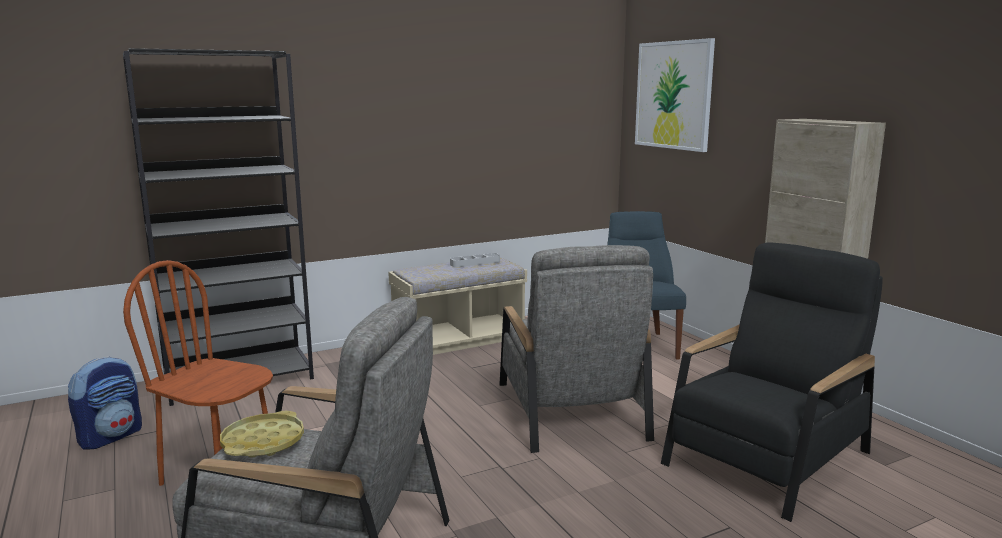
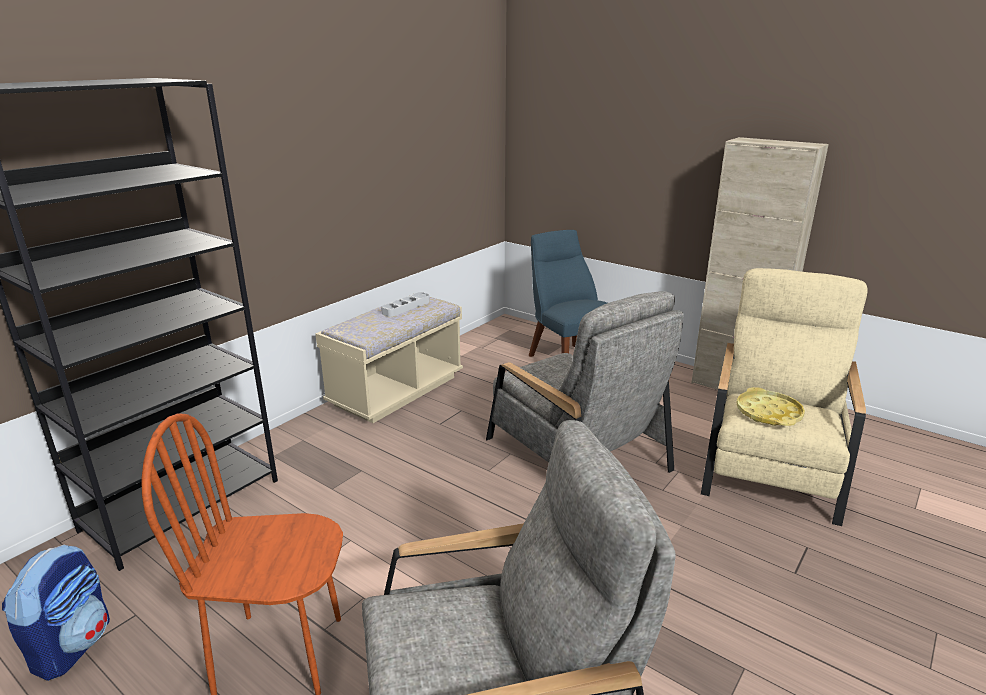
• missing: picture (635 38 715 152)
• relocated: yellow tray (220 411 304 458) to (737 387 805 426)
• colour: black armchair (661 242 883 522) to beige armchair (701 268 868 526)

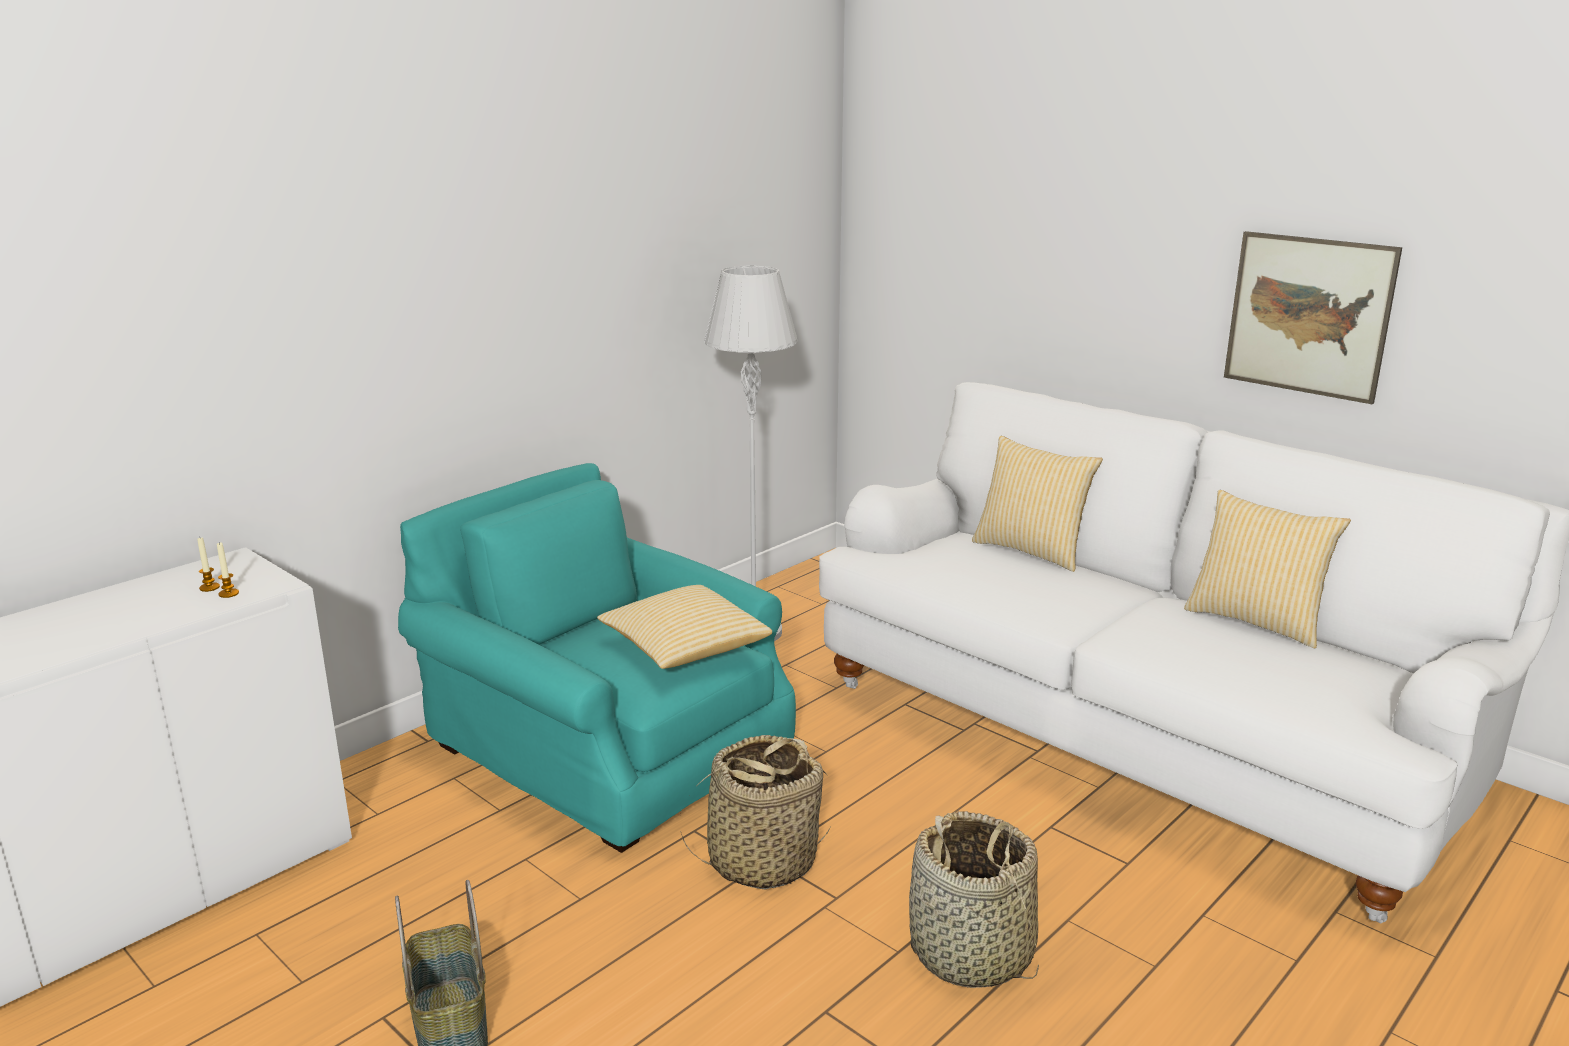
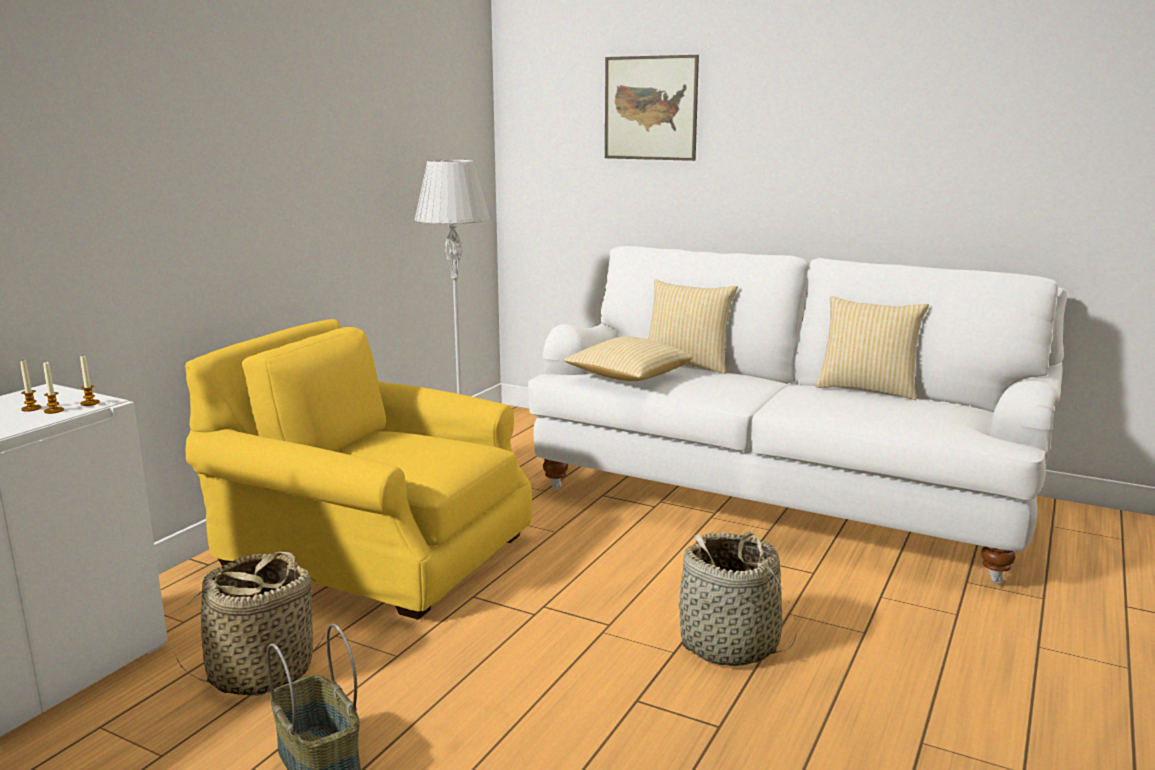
• appeared: candle (80 354 99 406)
• relocated: pillow (597 585 772 669) to (564 336 692 381)
• relocated: basket (680 735 832 889) to (173 552 326 696)
• relocated: picture (1224 231 1402 404) to (605 55 699 161)
• colour: turquoise armchair (398 463 796 853) to yellow armchair (185 319 532 619)

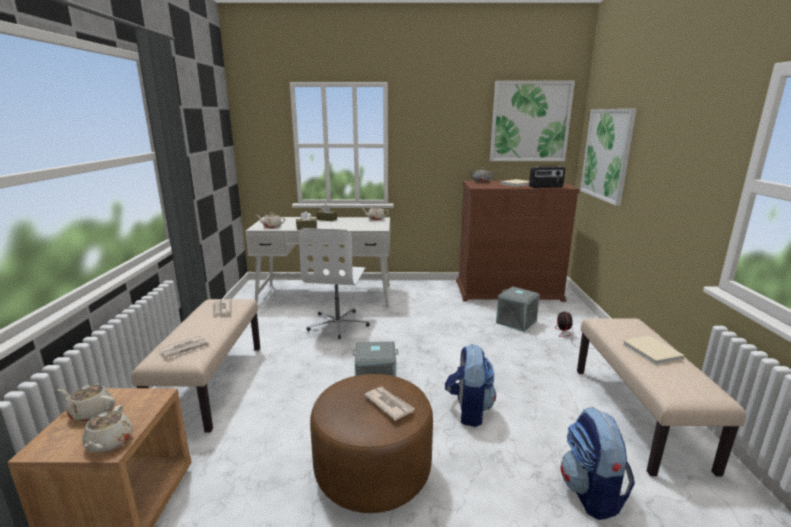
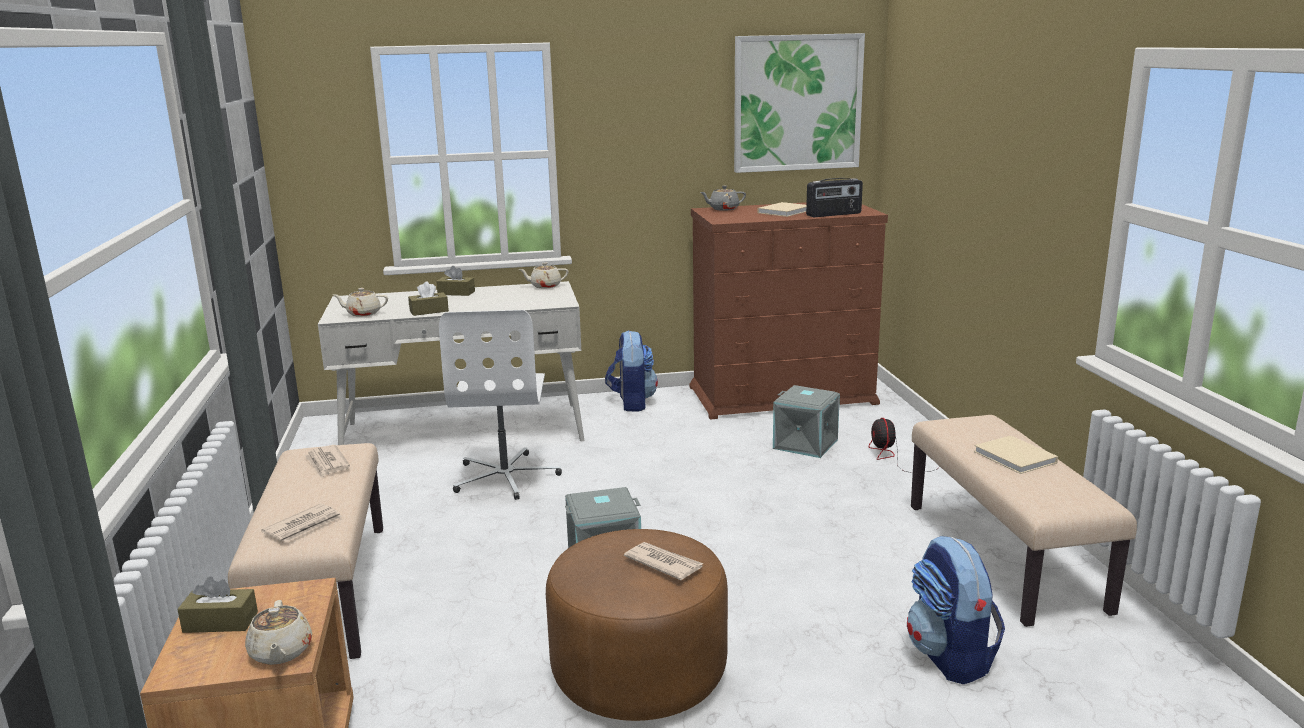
• missing: picture (580 109 637 206)
• relocated: backpack (445 344 496 427) to (605 330 658 412)
• exchanged: beige teapot (58 385 115 422) to brown tissue box (177 576 258 633)

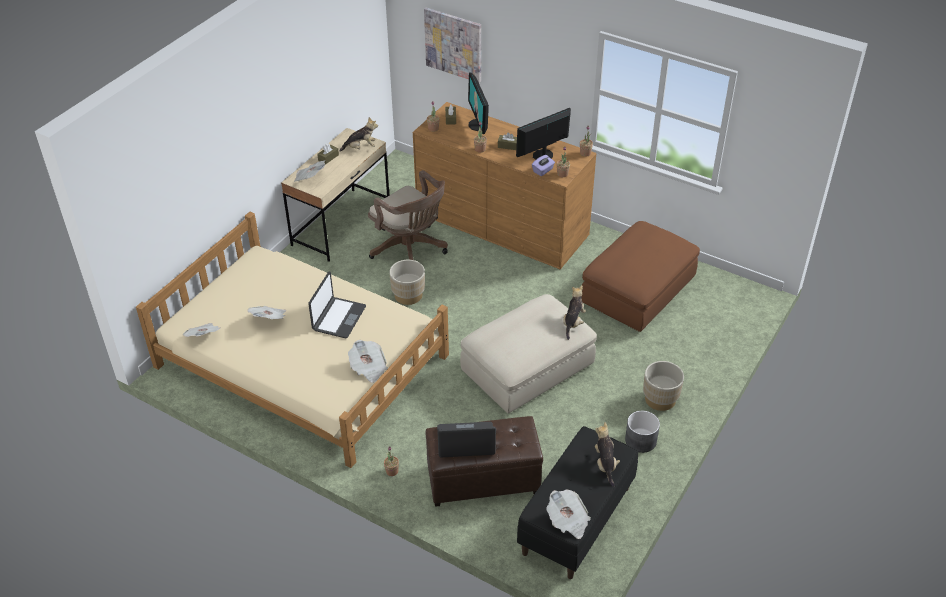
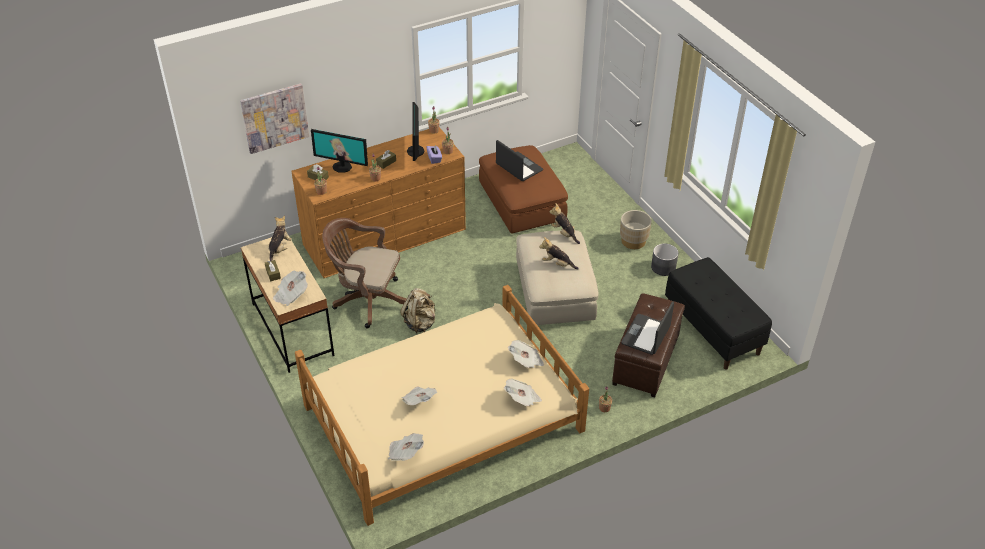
• relocated: laptop (308 271 366 338) to (496 140 543 181)
• relocated: newspaper (546 490 591 539) to (504 379 542 407)
• relocated: plush toy (595 422 620 487) to (539 237 579 269)
• exchanged: beige planter (389 260 425 305) to beige backpack (400 288 435 334)
• spun: brown office chair (368 170 448 260) = (322 218 408 329) 150 degrees counterclockwise

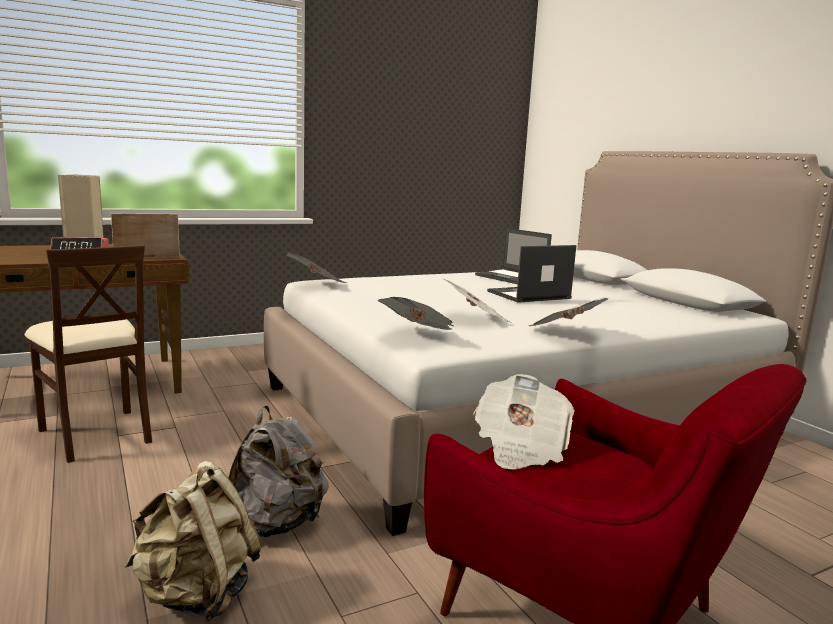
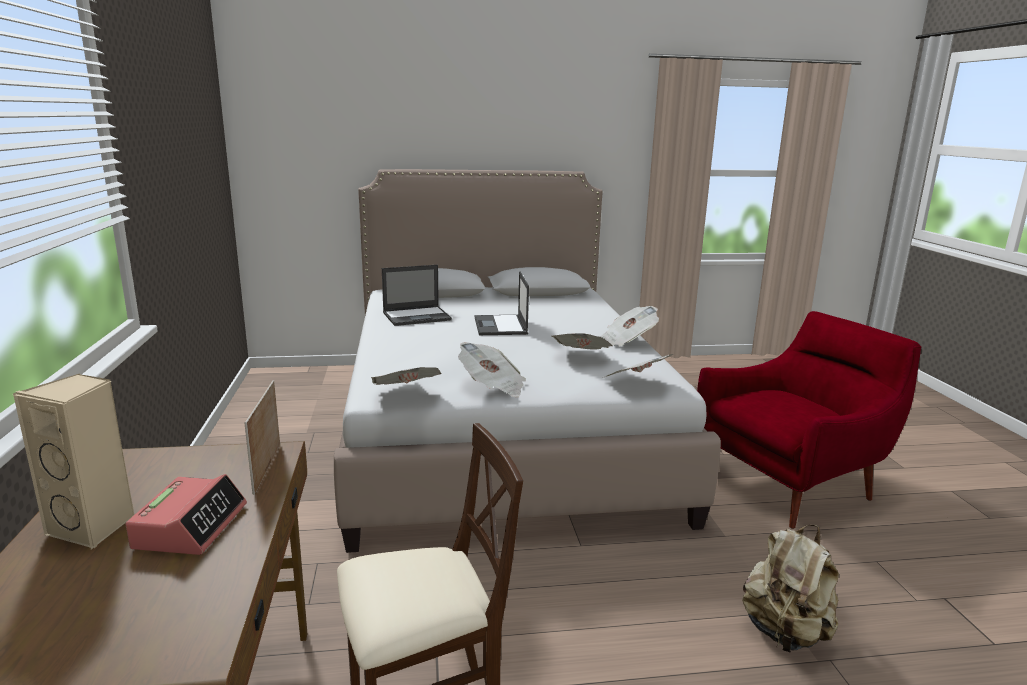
• missing: grey backpack (229 405 329 537)
• relocated: newspaper (474 374 574 469) to (458 342 526 397)

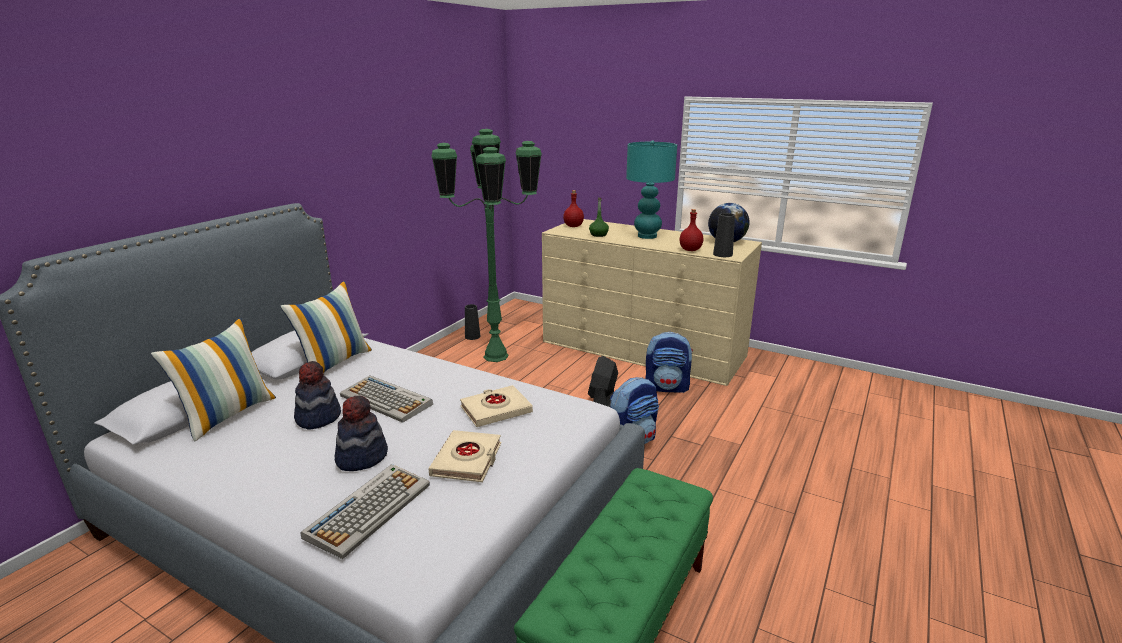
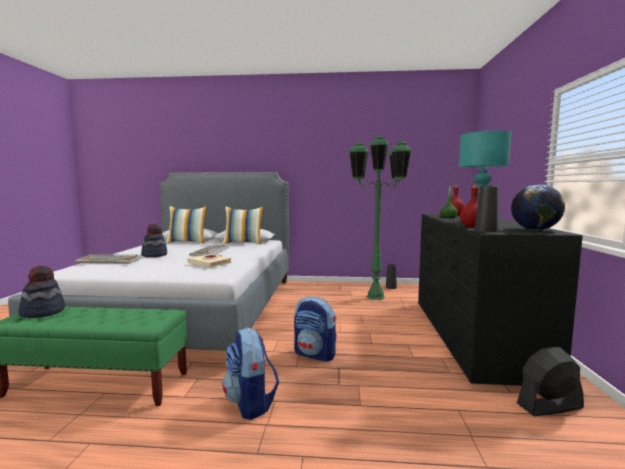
• missing: beige book (428 430 502 482)
• relocated: hat (294 361 341 429) to (18 266 65 318)
• relocated: black fan (588 356 618 407) to (517 347 584 416)
• relocated: backpack (645 332 693 393) to (222 328 279 420)
• colour: beige dresser (542 219 762 386) to black dresser (418 214 583 386)

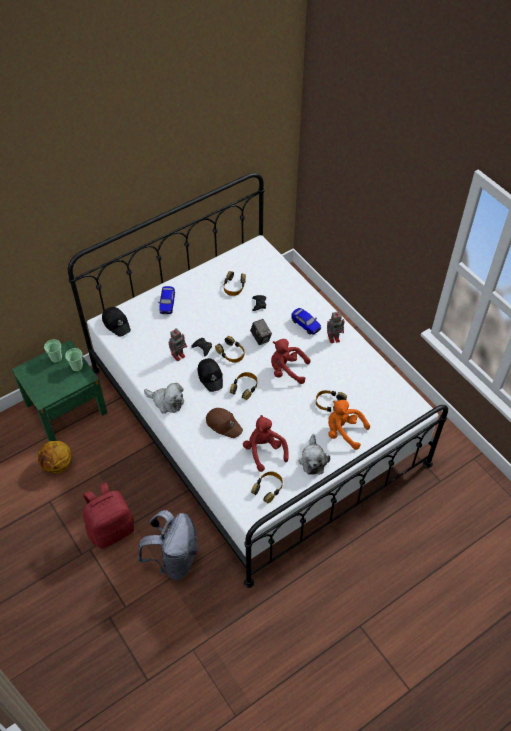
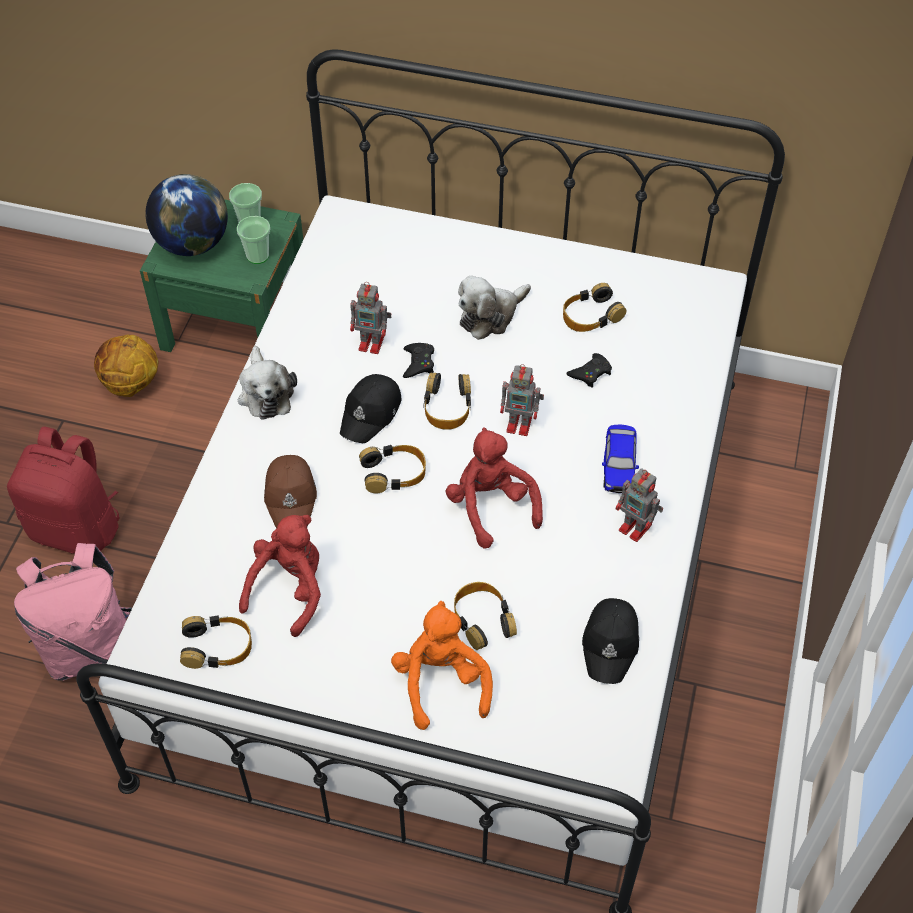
• missing: toy car (158 286 175 314)
• appeared: globe (145 174 228 256)
• relocated: black cap (102 307 131 337) to (582 598 639 684)
• relocated: plush toy (298 434 330 475) to (458 275 531 340)
• exchanged: photo camera (250 319 272 345) to toy robot (500 364 544 436)
• colour: grey backpack (138 510 198 580) to pink backpack (14 543 132 681)

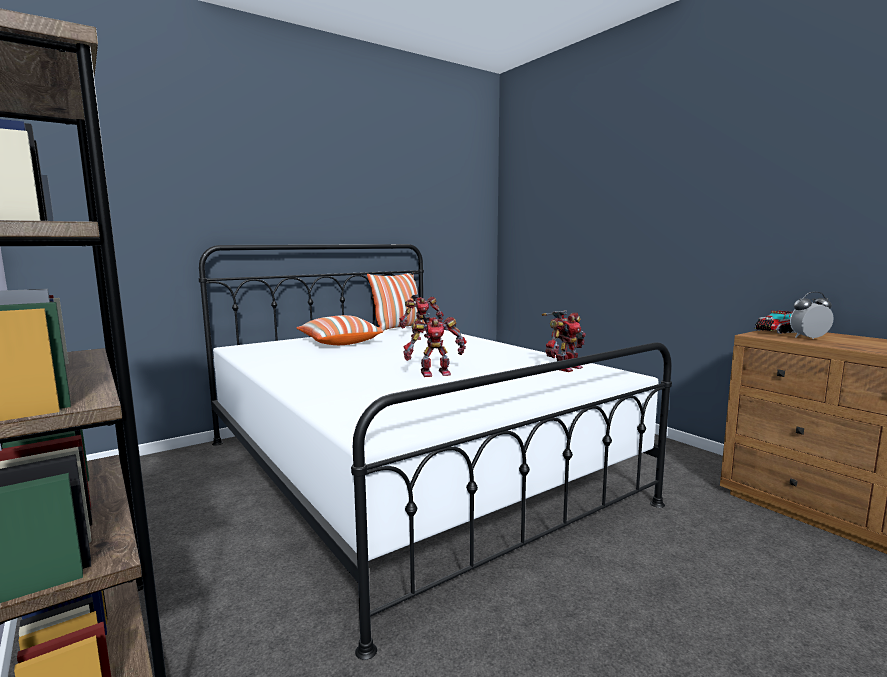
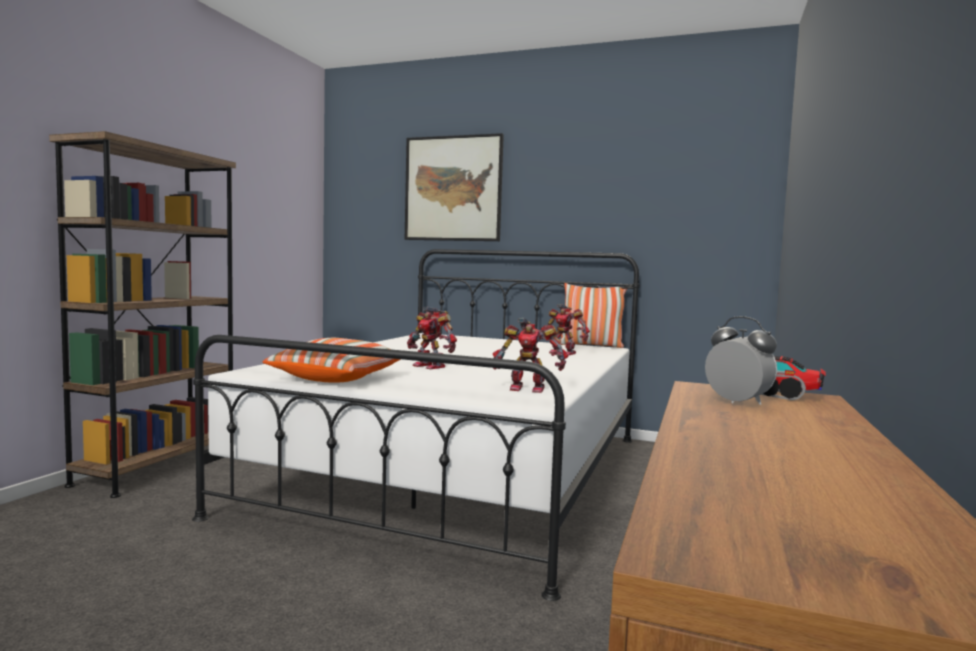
• appeared: picture (405 133 504 241)
• relocated: pillow (297 315 384 345) to (263 338 401 383)

